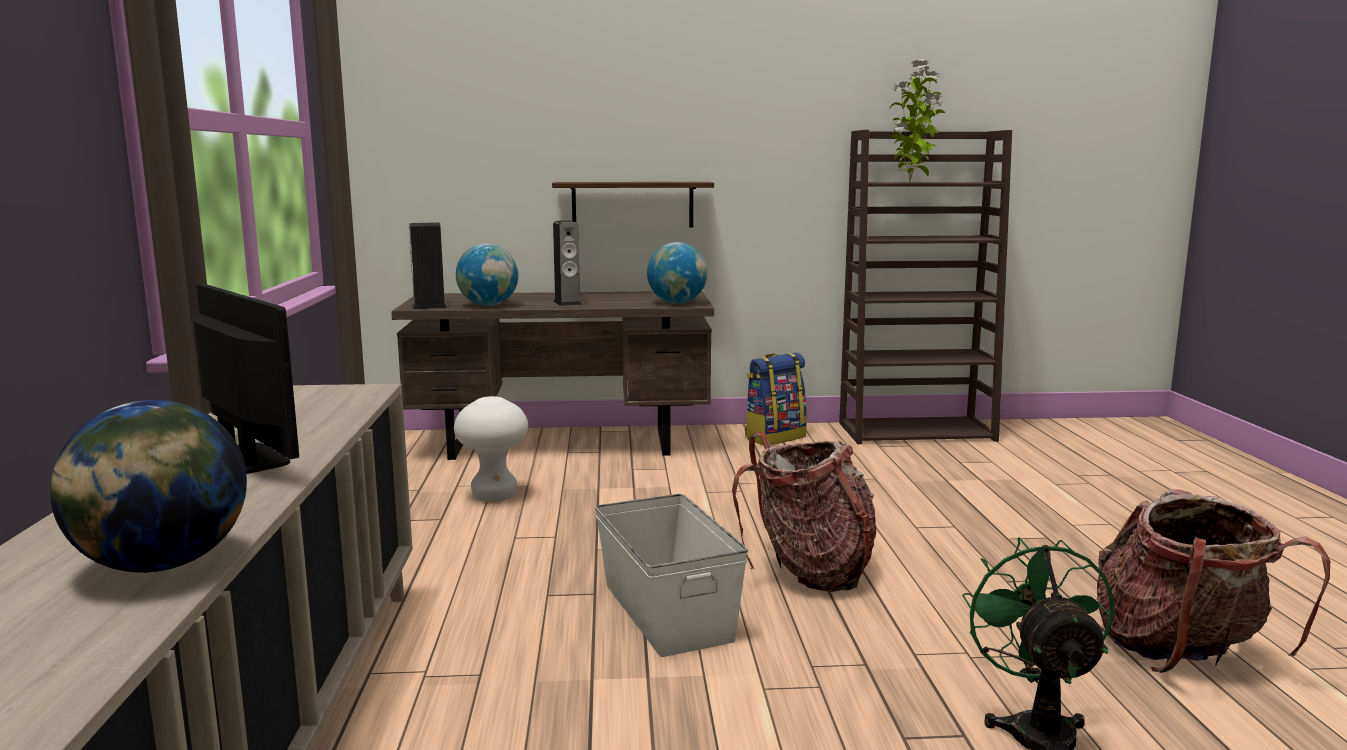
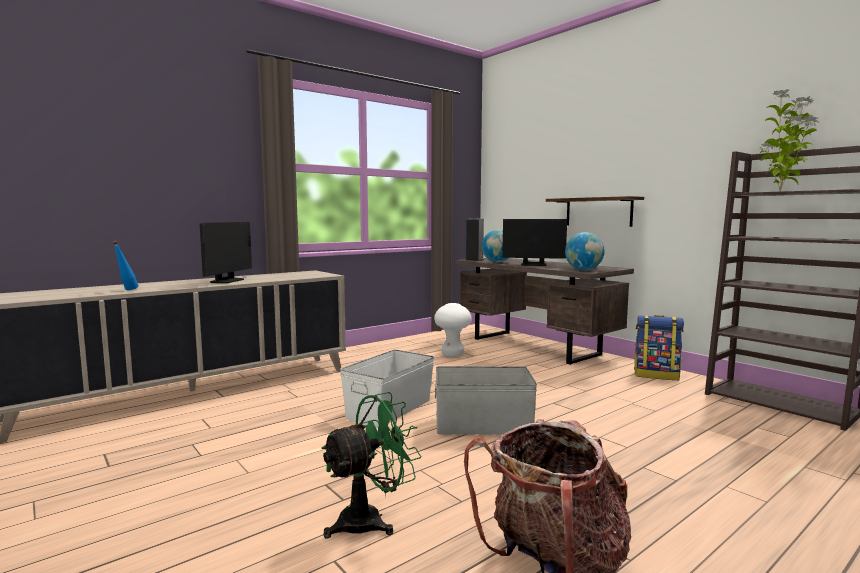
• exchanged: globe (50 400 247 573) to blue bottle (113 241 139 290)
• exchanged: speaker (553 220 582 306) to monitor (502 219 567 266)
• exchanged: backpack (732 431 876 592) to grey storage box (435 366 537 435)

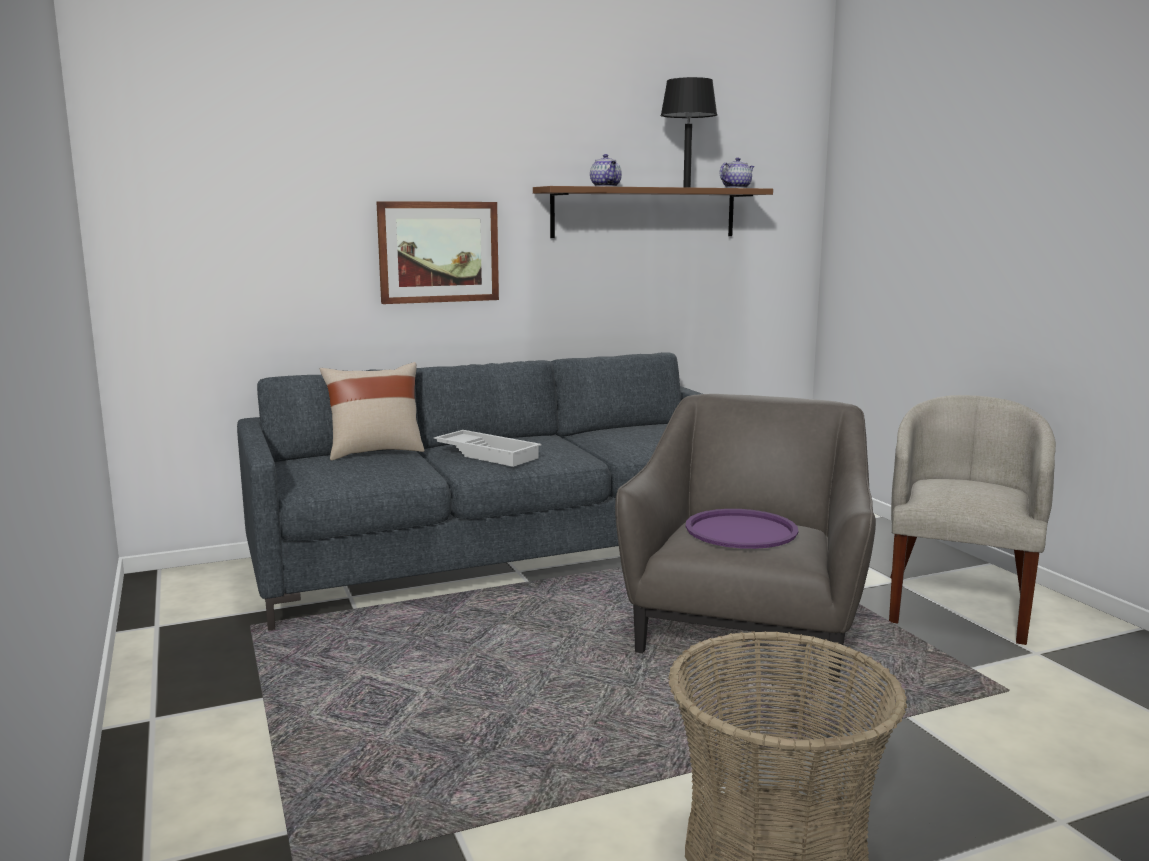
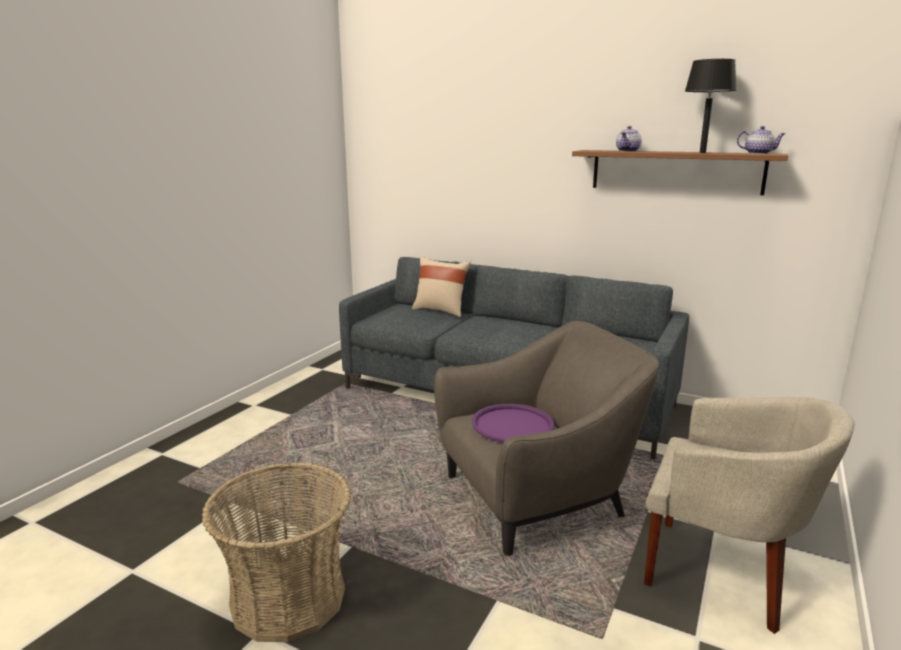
• missing: picture (376 201 499 304)
• missing: white tray (434 430 542 467)
• spun: beige armchair (889 395 1056 645) = (644 397 855 634) 45 degrees clockwise

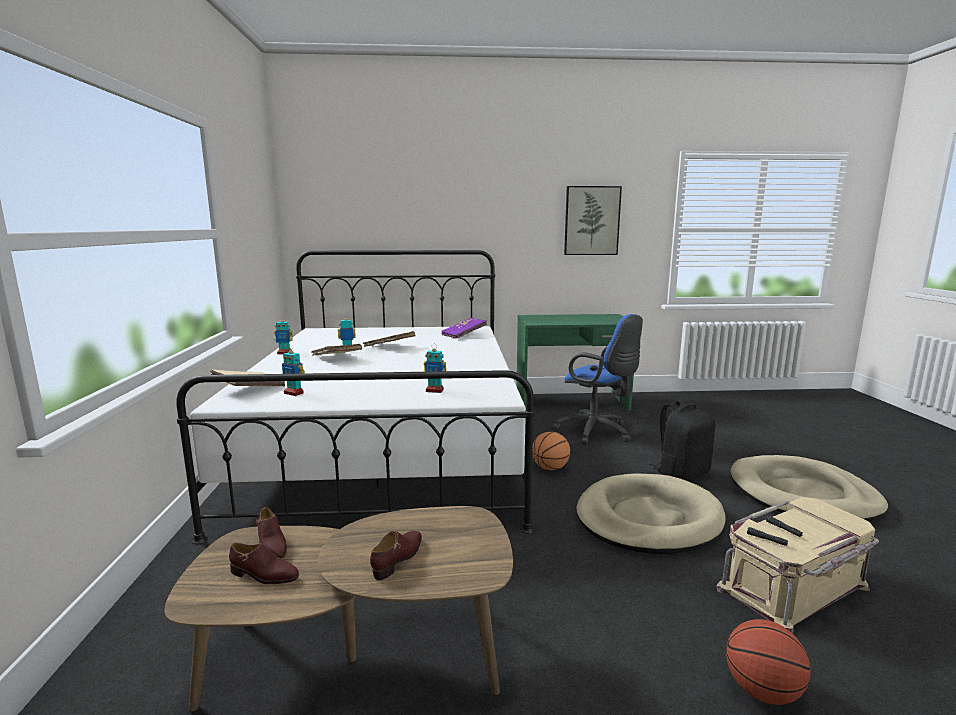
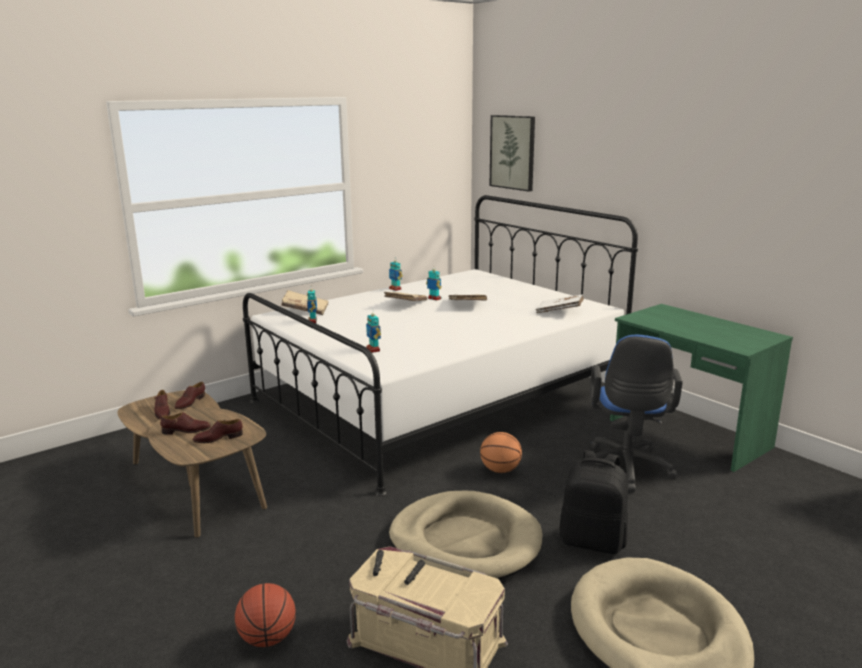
• appeared: brown shoe (193 419 243 443)
• relocated: picture (564 186 622 255) to (490 115 535 192)
• colour: purple book (441 318 487 339) to white book (536 294 584 313)

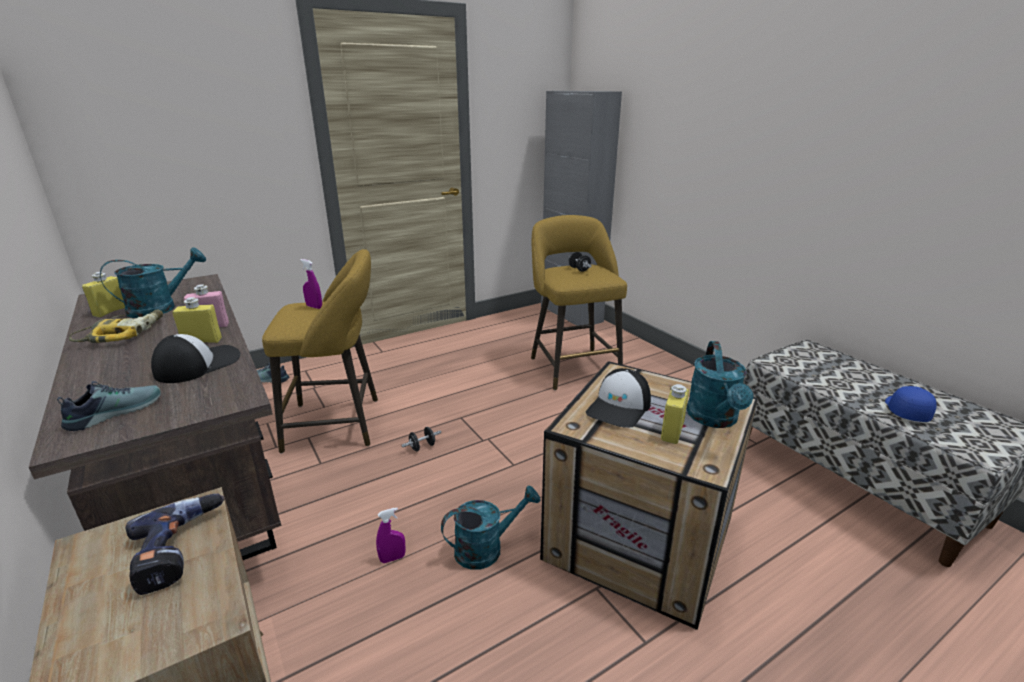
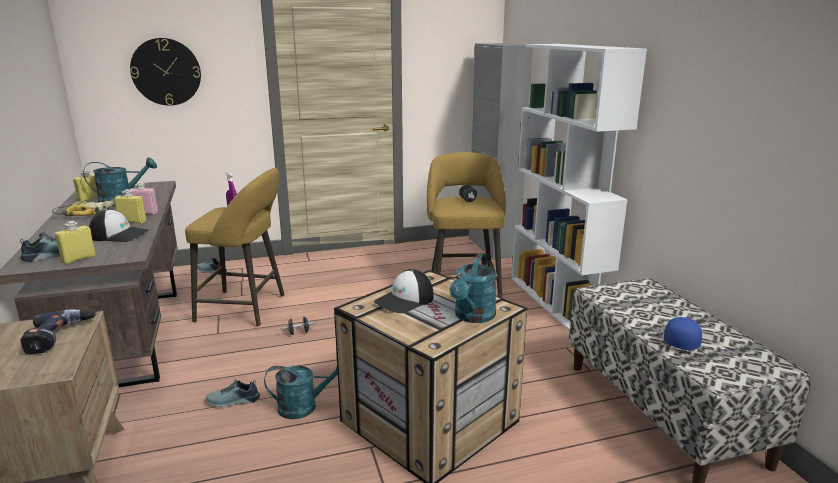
• appeared: wall clock (130 38 201 106)
• appeared: white bookcase (512 44 647 331)
• relocated: yellow bottle (661 384 689 444) to (55 221 96 265)
• exchanged: purple spray bottle (376 508 406 563) to shoe (206 380 260 407)
• spun: cap (151 334 240 383) = (89 209 149 242) 45 degrees clockwise

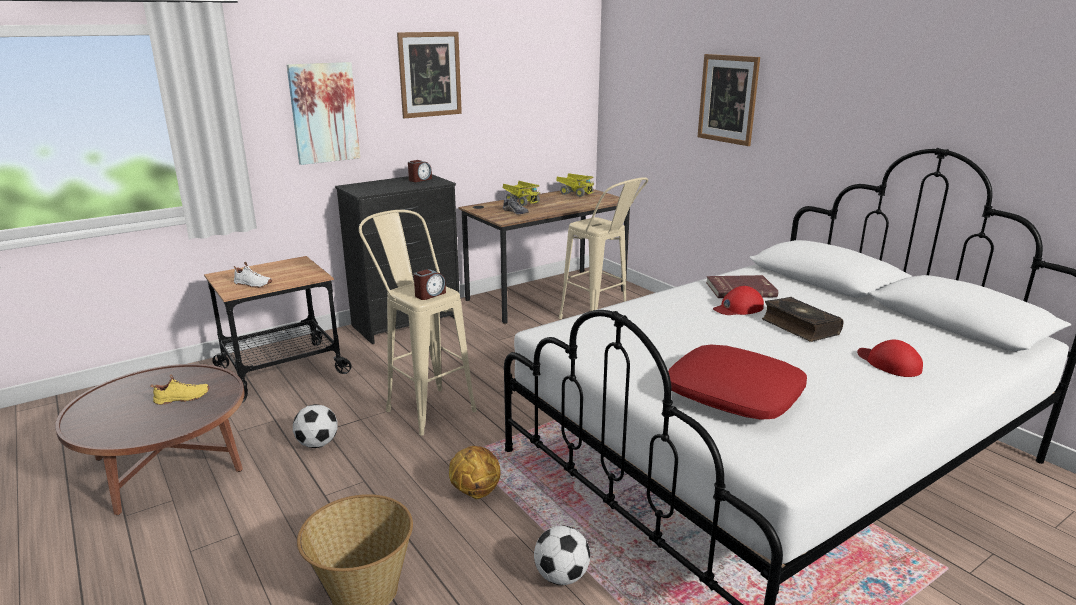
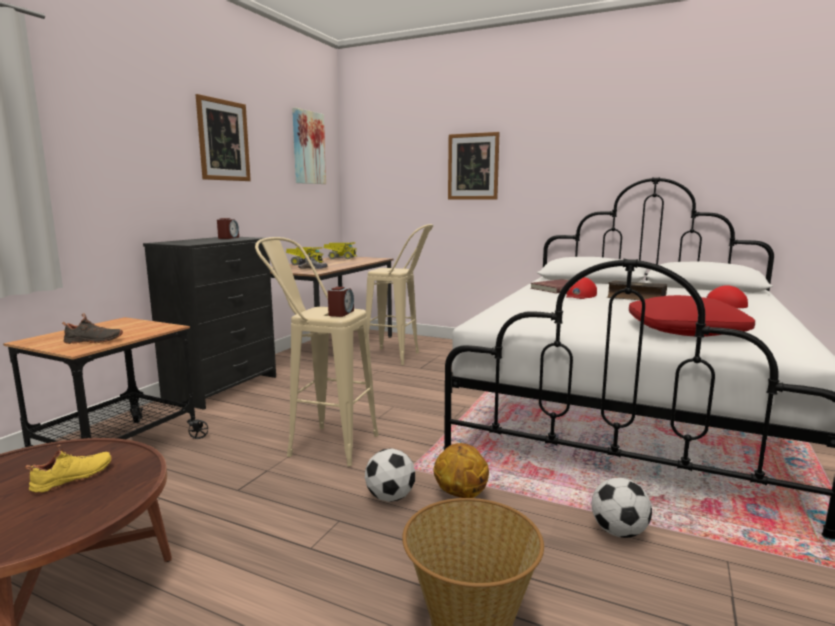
• relocated: picture (287 62 360 165) to (292 107 326 184)
• relocated: football (293 404 337 448) to (365 448 415 502)
• colour: white shoe (234 262 272 288) to black shoe (62 313 123 344)

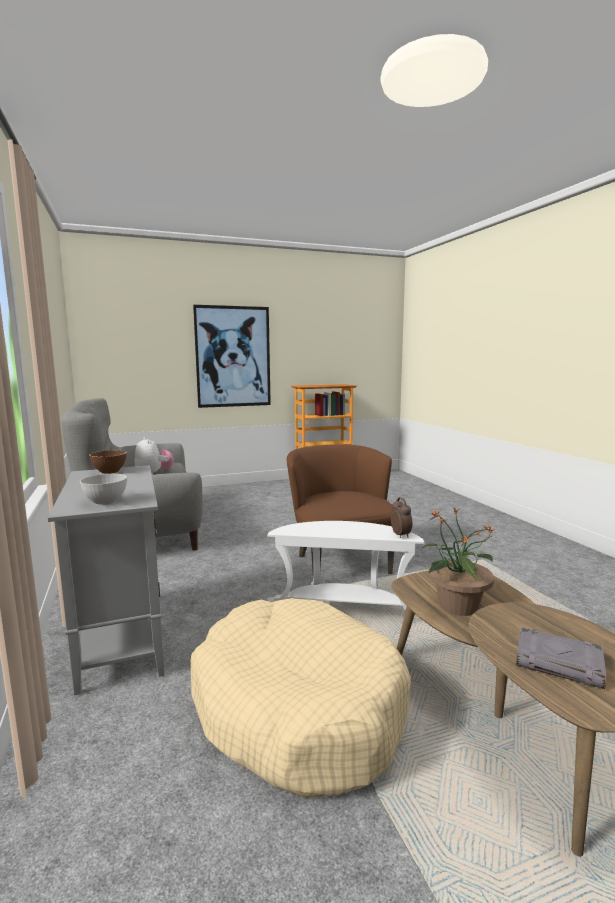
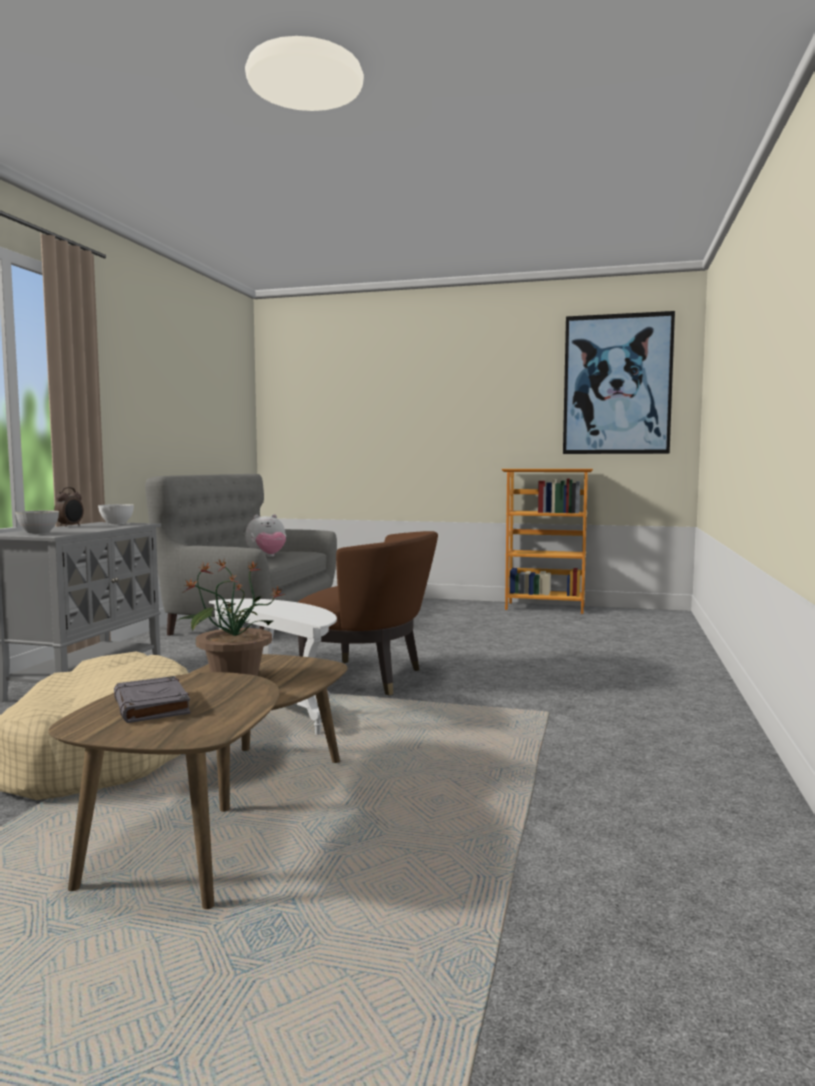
• relocated: picture (193 305 271 408) to (563 311 675 454)
• relocated: alarm clock (391 497 412 538) to (54 487 84 527)
• colour: brown bowl (90 450 127 474) to white bowl (98 504 134 524)
• spun: plush toy (134 437 174 475) = (245 514 286 557) 60 degrees clockwise
• spun: brown armchair (287 444 394 584) = (298 531 438 696) 90 degrees clockwise

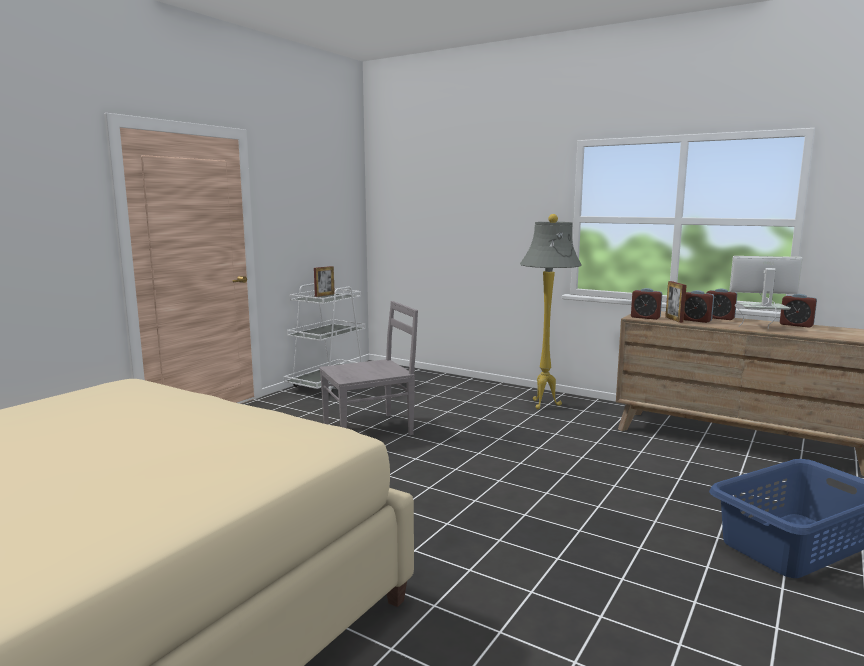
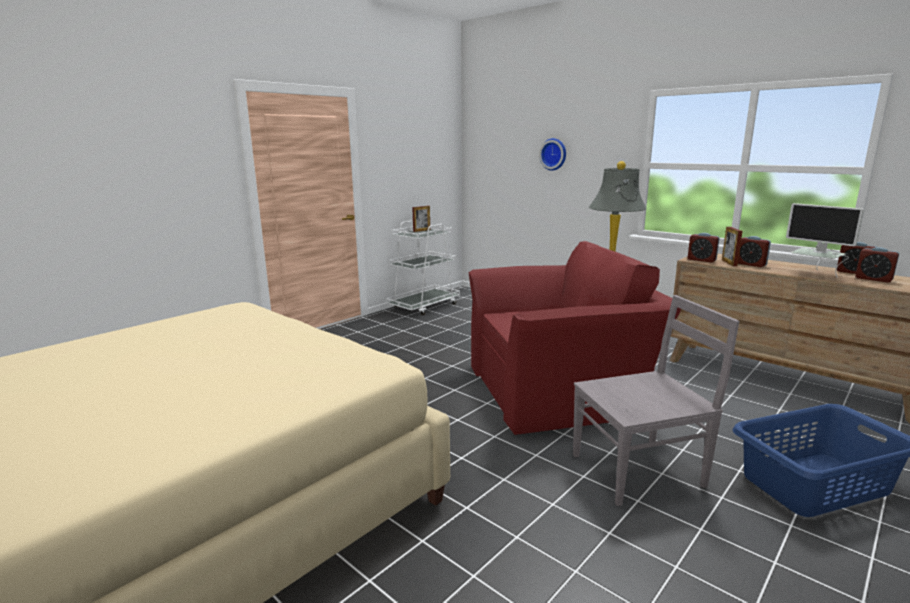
• appeared: red armchair (468 241 681 435)
• appeared: wall clock (539 138 566 170)
• relocated: grey chair (319 301 418 435) to (573 295 740 506)
• relocated: alarm clock (706 289 737 320) to (855 247 899 283)
• spun: monitor (729 256 803 329) = (786 203 864 278) 150 degrees counterclockwise

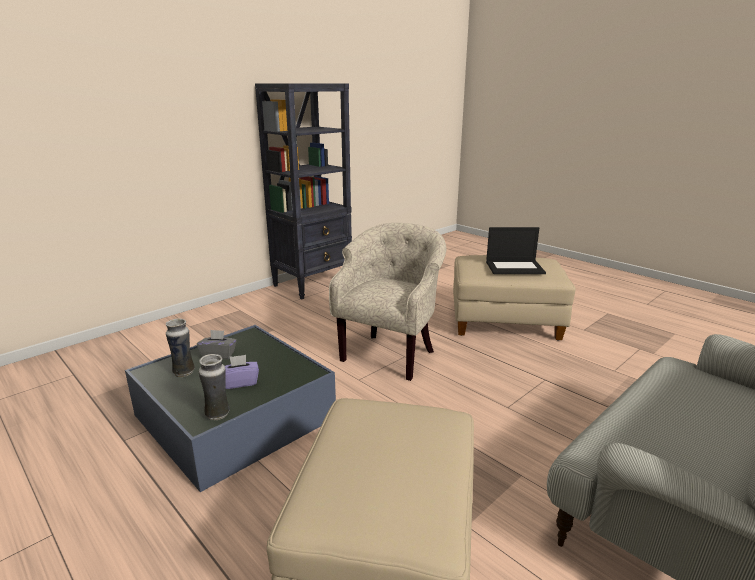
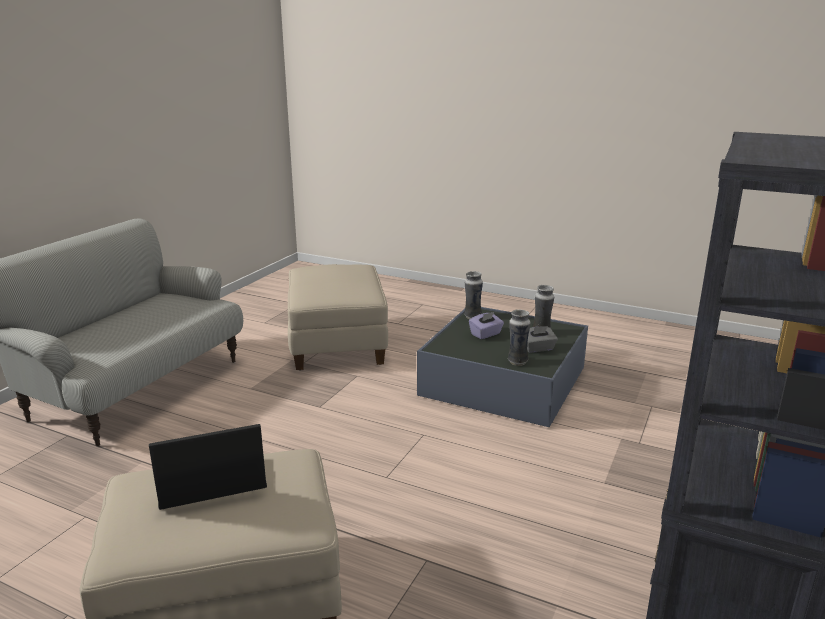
• missing: beige armchair (329 223 446 381)
• appeared: vase (508 309 530 366)

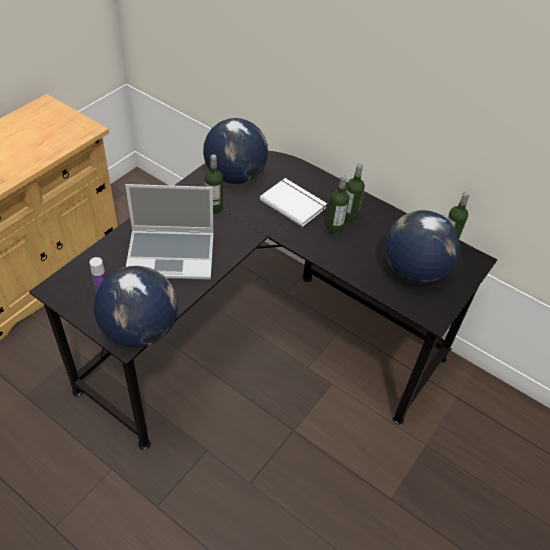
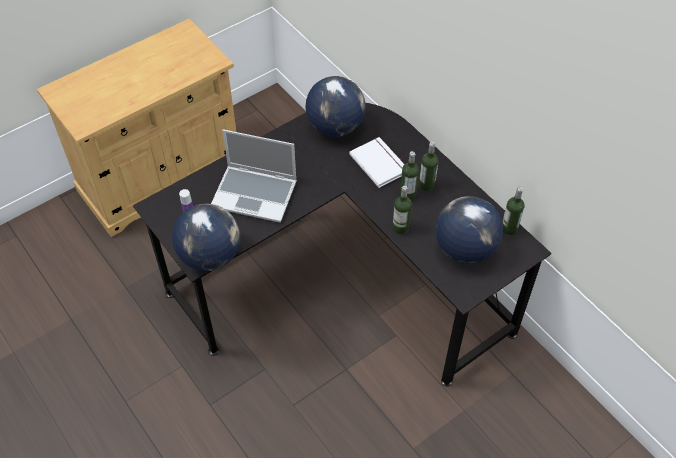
• relocated: bottle (205 154 223 214) to (392 186 412 235)

